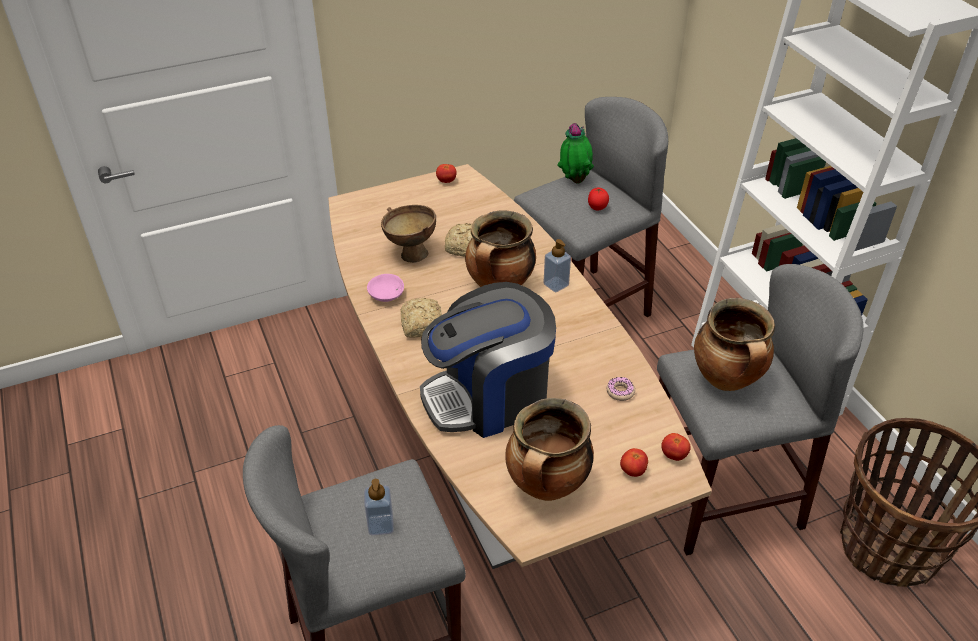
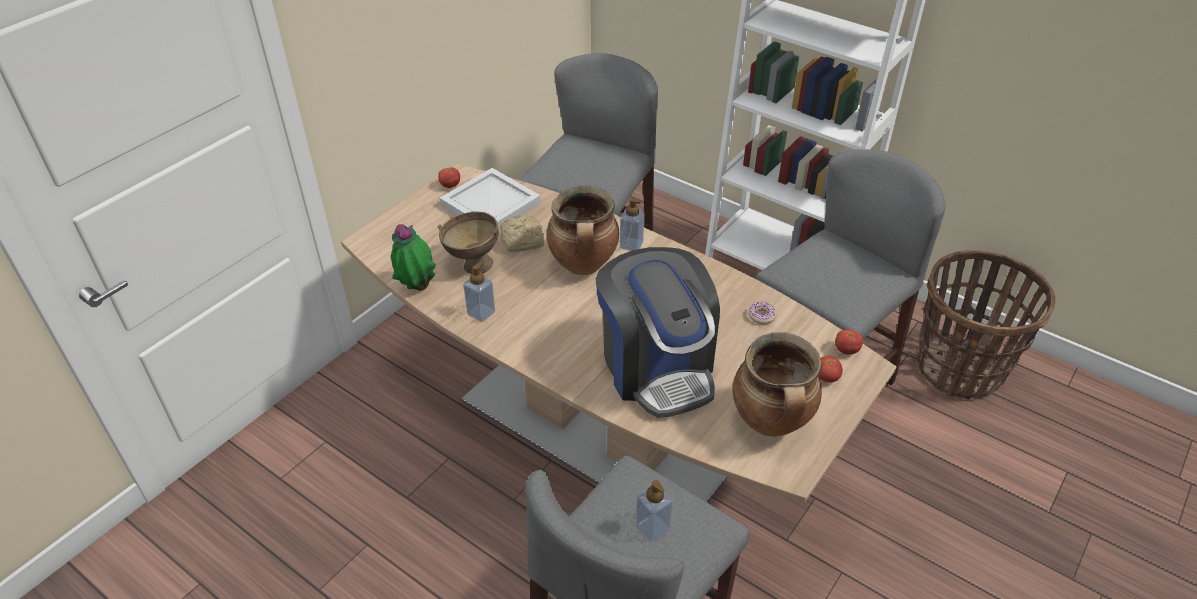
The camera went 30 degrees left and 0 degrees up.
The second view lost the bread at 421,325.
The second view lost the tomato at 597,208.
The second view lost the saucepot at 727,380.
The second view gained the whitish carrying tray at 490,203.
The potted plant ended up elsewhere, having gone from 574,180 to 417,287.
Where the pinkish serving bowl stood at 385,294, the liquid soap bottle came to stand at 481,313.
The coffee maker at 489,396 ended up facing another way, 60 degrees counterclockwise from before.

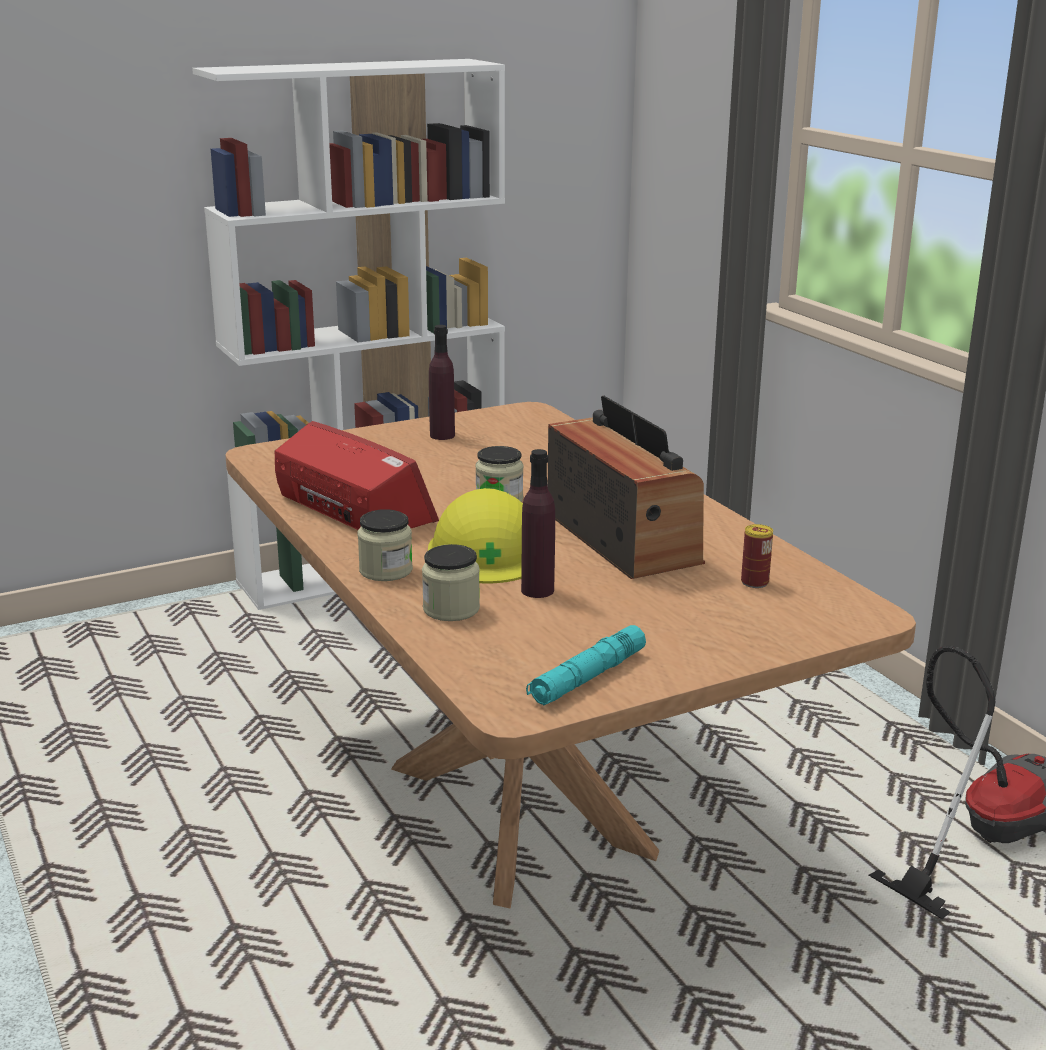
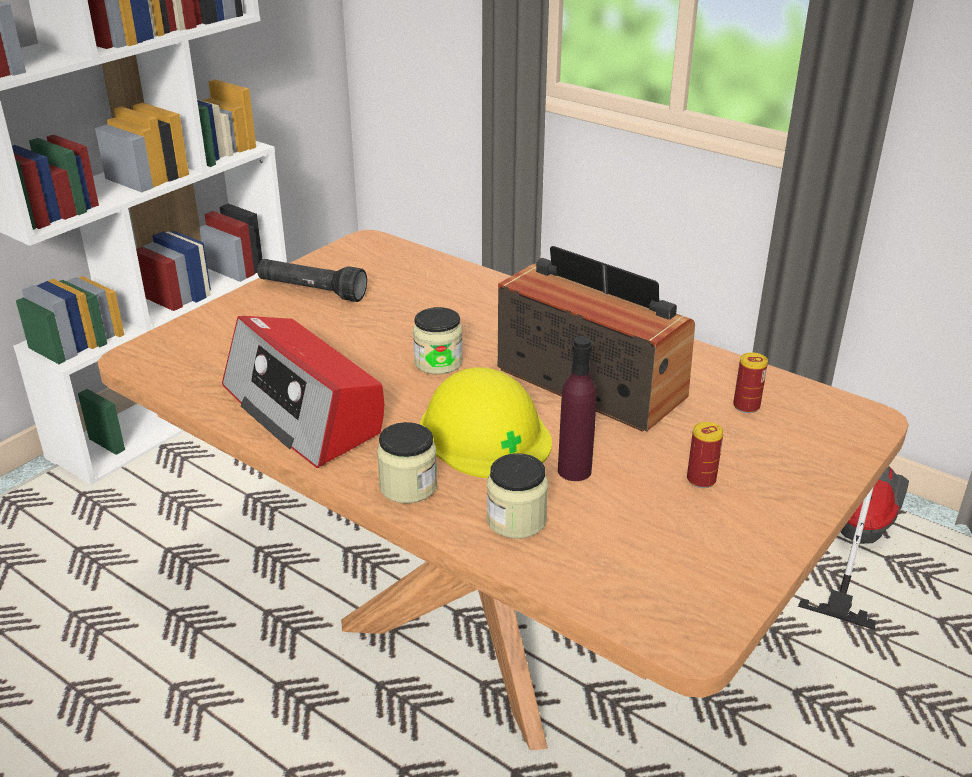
The camera went 25 degrees left and 10 degrees up.
The second view lost the blue-green flashlight at 587,677.
The second view gained the metal can at 701,479.
Where the purplish drink bottle stood at 442,435, the blackish flashlight came to stand at 312,291.
The radio at 353,509 ended up facing another way, 150 degrees counterclockwise from before.

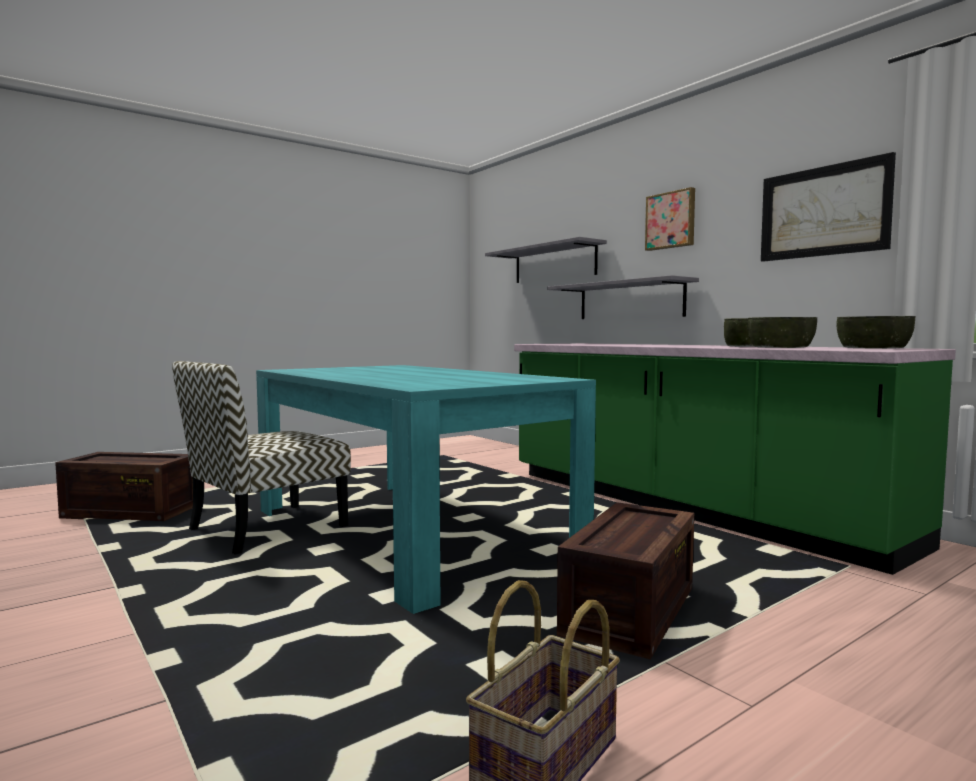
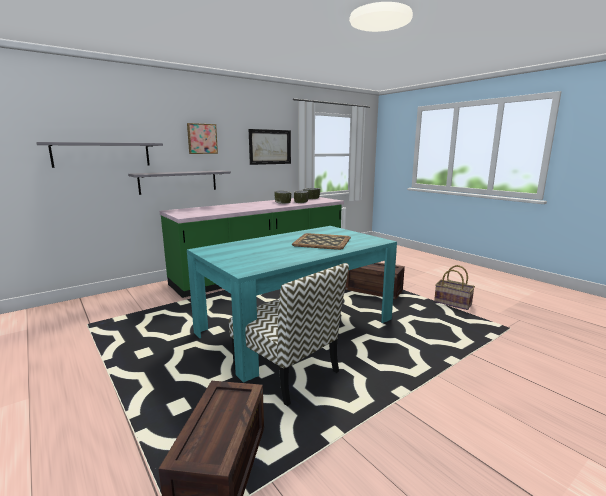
The camera went 90 degrees left and 10 degrees up.
The second view gained the carrying tray at 322,241.

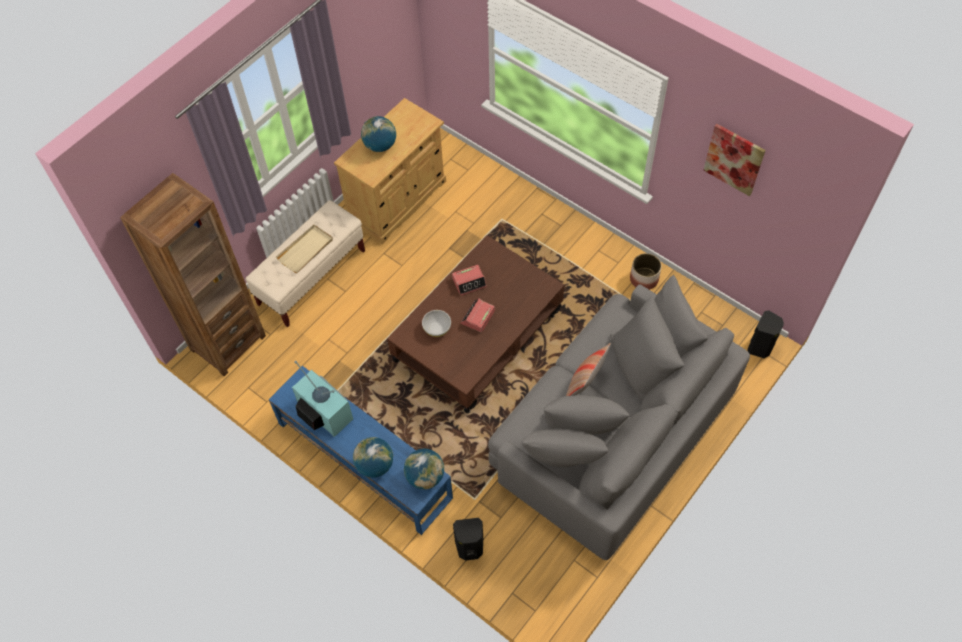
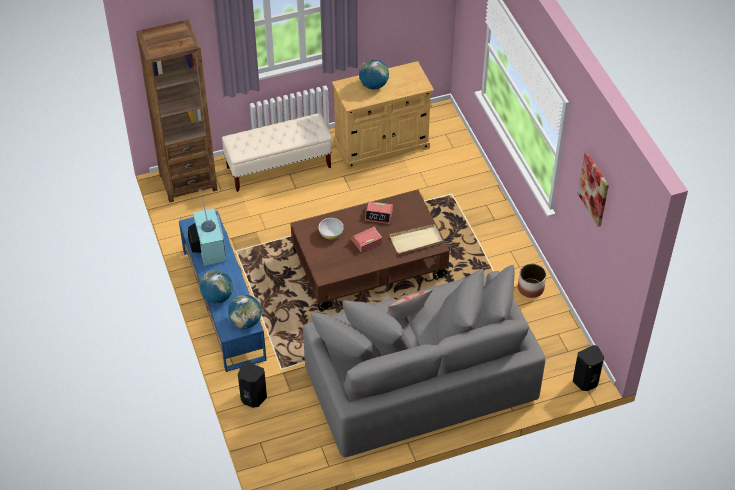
The camera went 30 degrees right and 10 degrees down.
The sand-coloured carrying tray ended up elsewhere, having gone from 305,250 to 416,240.

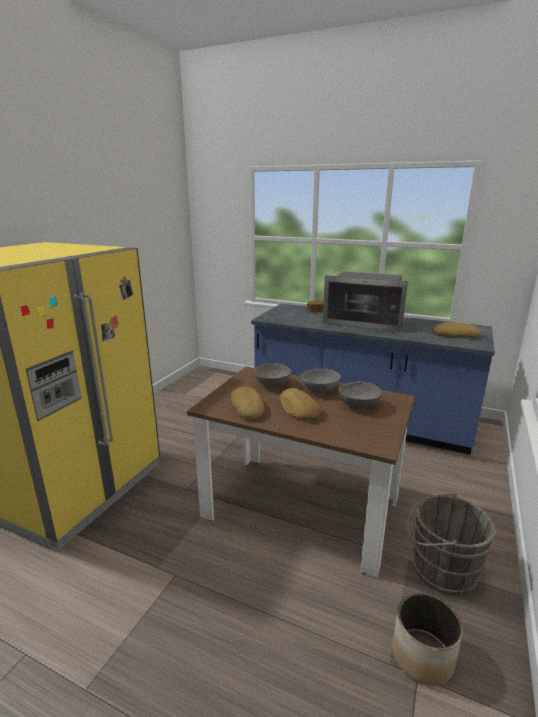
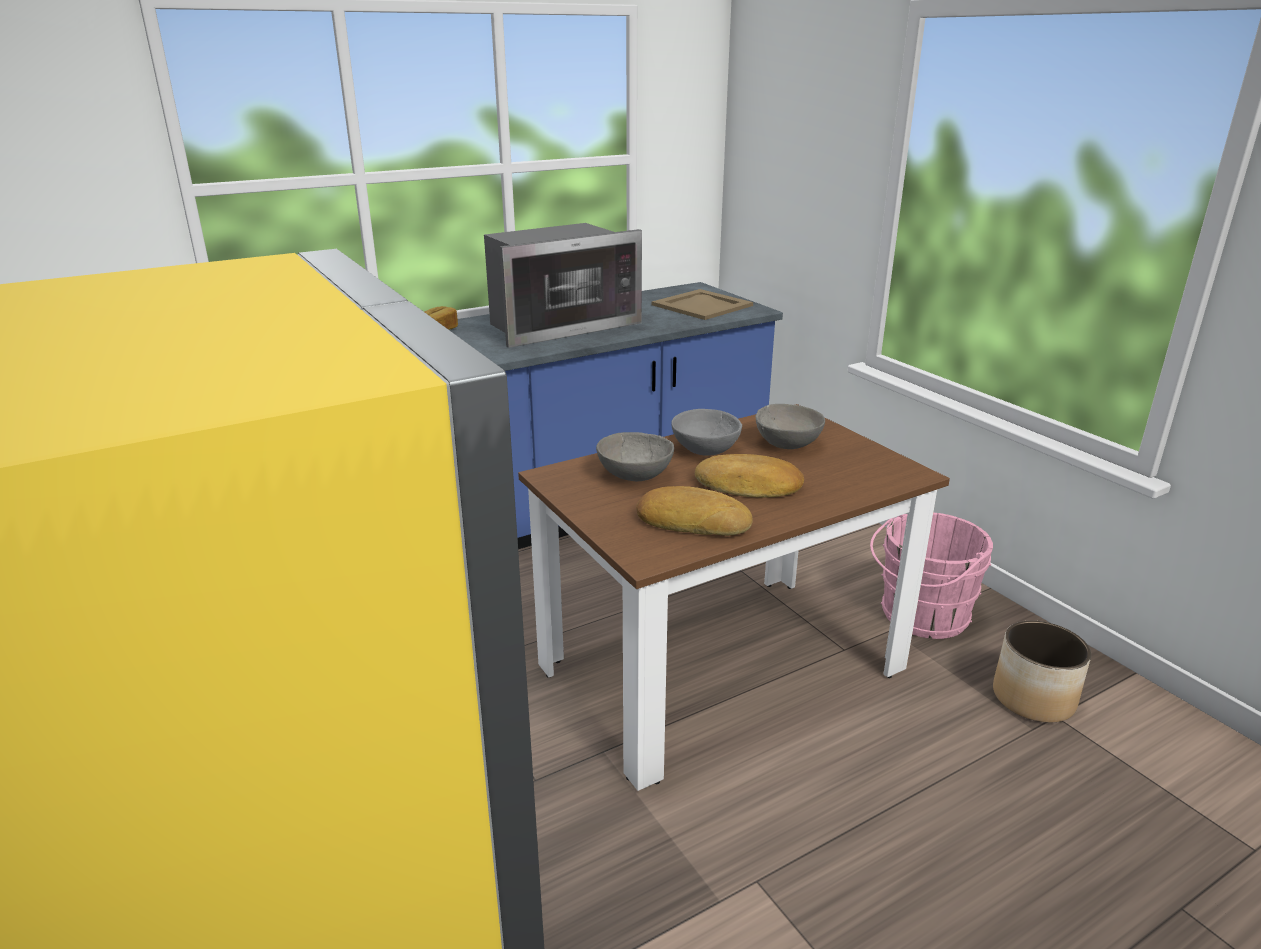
The camera went 55 degrees left and 5 degrees up.
Where the bread stood at 455,335, the sand-coloured carrying tray came to stand at 701,305.
What was the grey water bucket at 439,568 turned into the pinkish water bucket at 920,616.

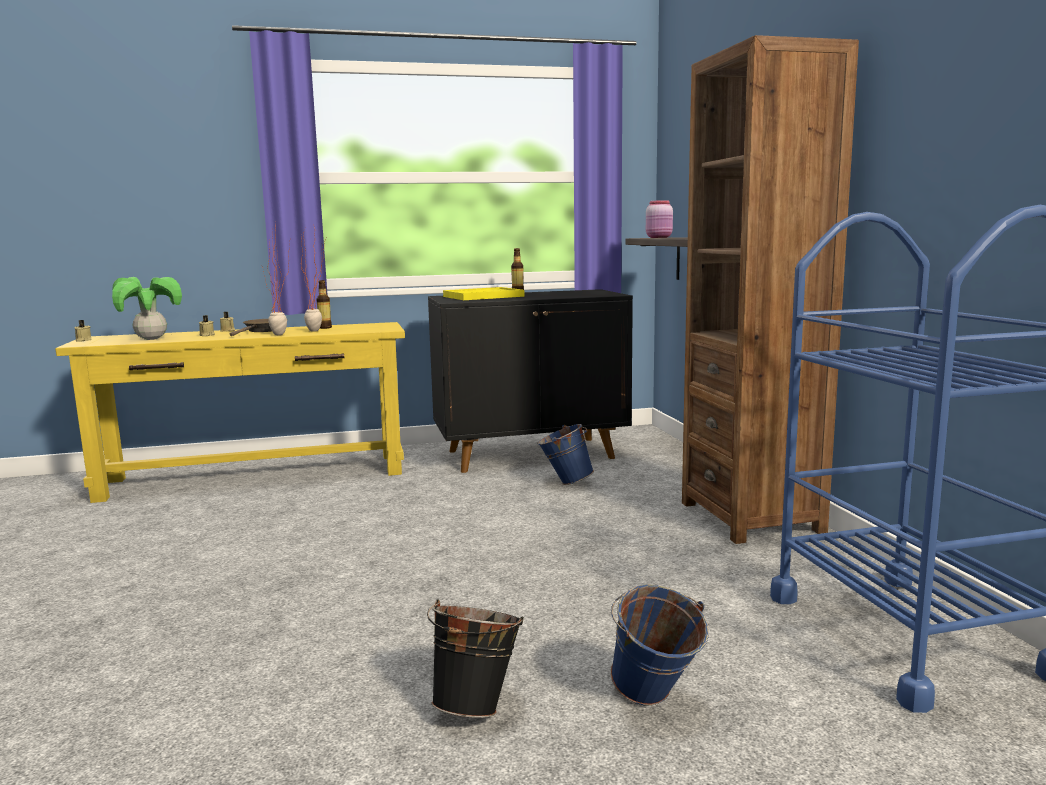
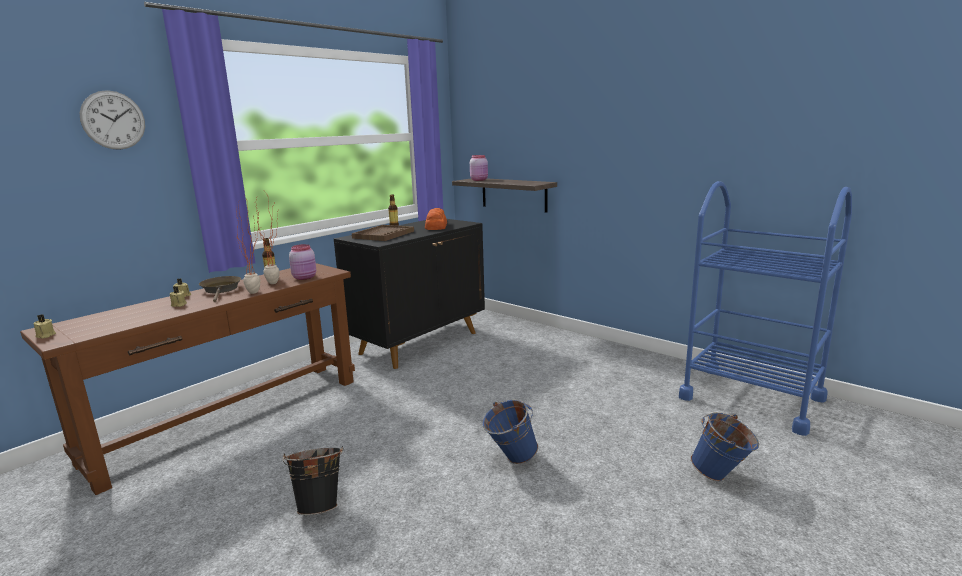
The camera went 35 degrees left and 5 degrees up.
The second view lost the potted plant at 151,339.
The second view lost the brown bookshelf at 751,517.
The second view gained the hanging clock at 113,120.
The second view gained the pinkish storage jar at 305,278.
The second view gained the bread at 436,226.
The blackish water bucket ended up elsewhere, having gone from 477,705 to 320,505.
The blue water bucket ended up elsewhere, having gone from 565,482 to 510,459.
What was the yellowish console table at 256,477 turned into the brown console table at 231,418.
What was the yellowish carrying tray at 483,296 turned into the brown carrying tray at 383,234.

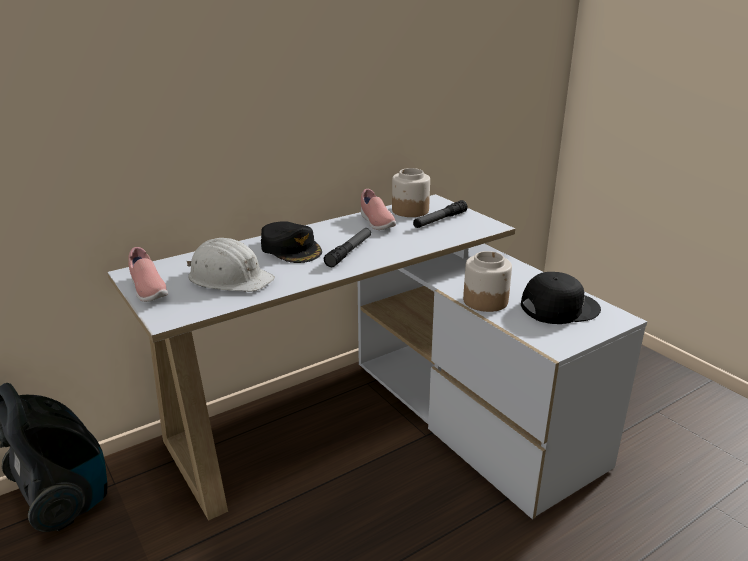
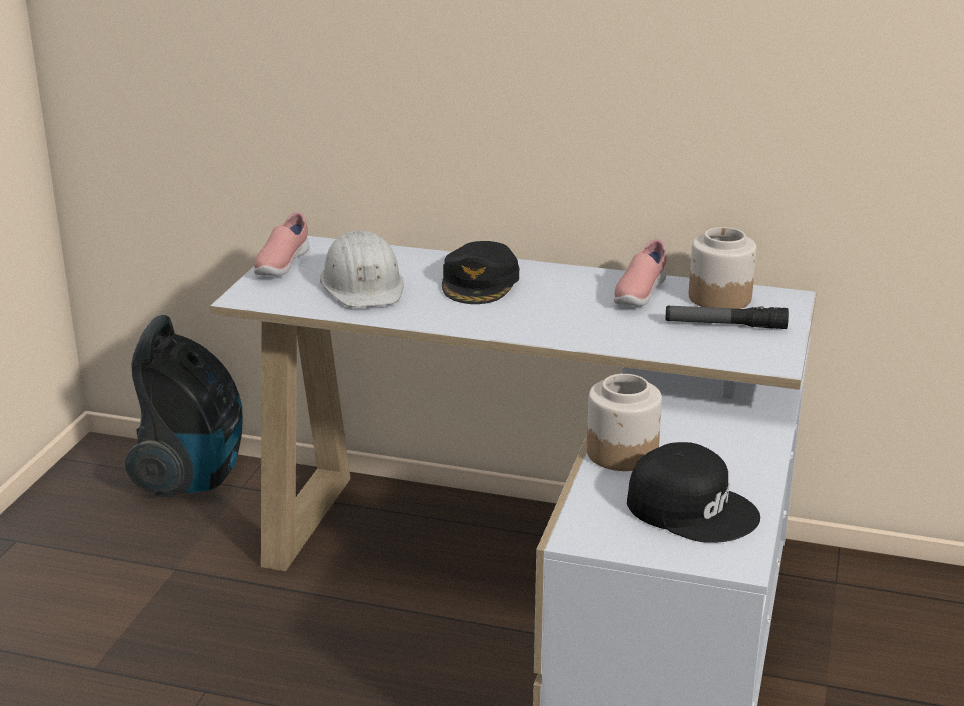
The camera went 50 degrees right and 0 degrees up.
The second view lost the flashlight at 349,252.

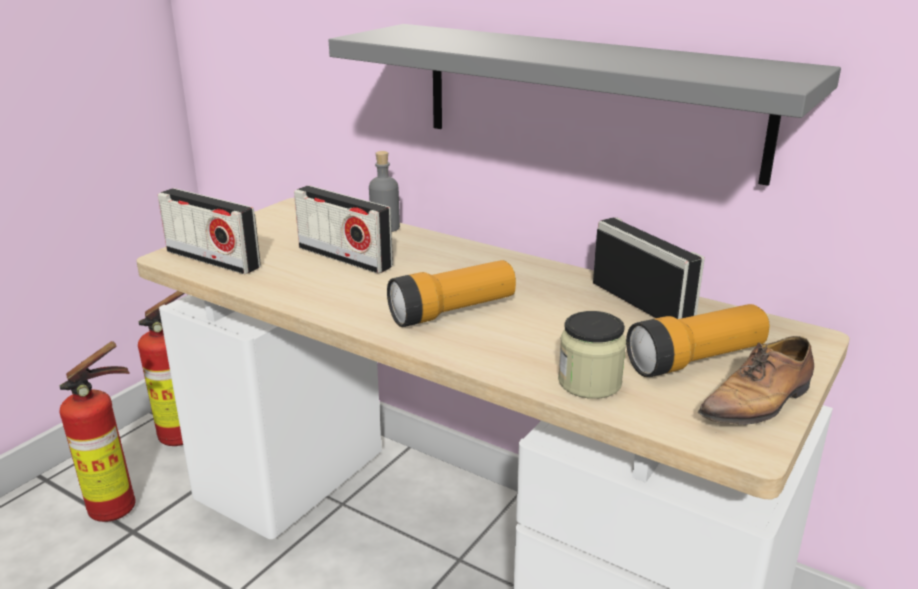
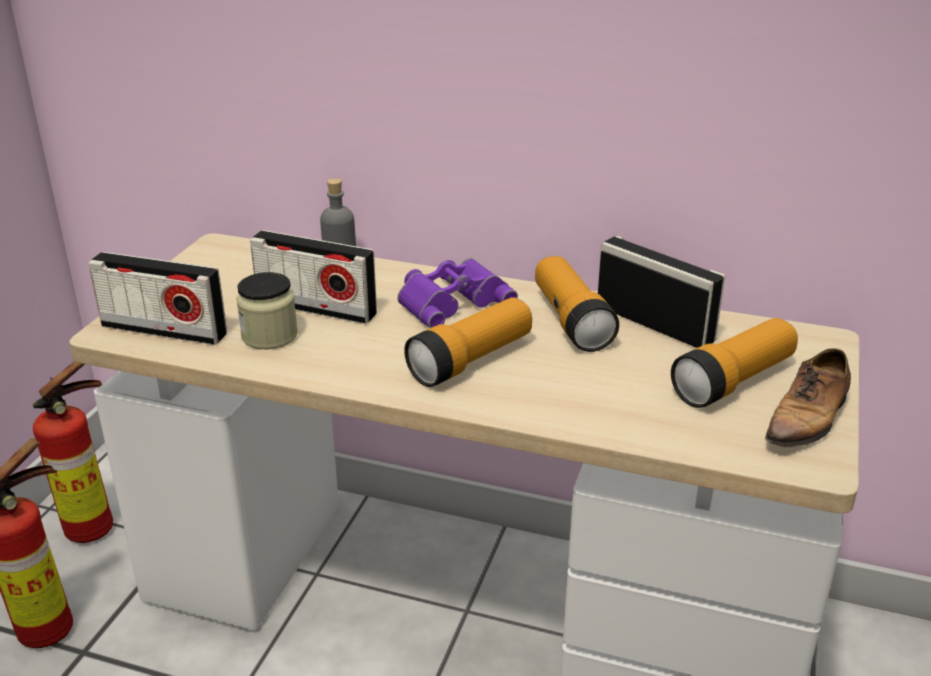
The camera went 15 degrees left and 5 degrees up.
The second view lost the grey bracket shelf at 588,99.
The second view gained the purplish pair of binoculars at 451,300.
The second view gained the flashlight at 571,321.
The storage jar ended up elsewhere, having gone from 589,382 to 269,336.

